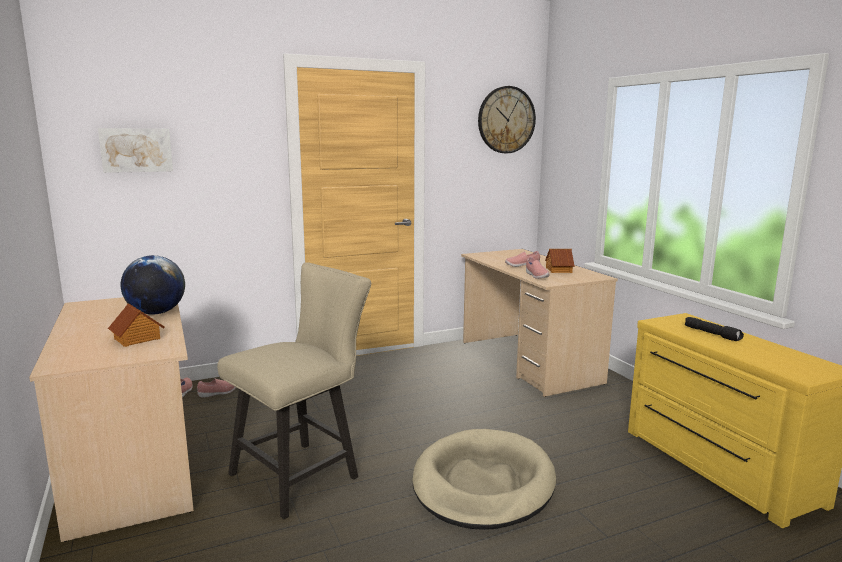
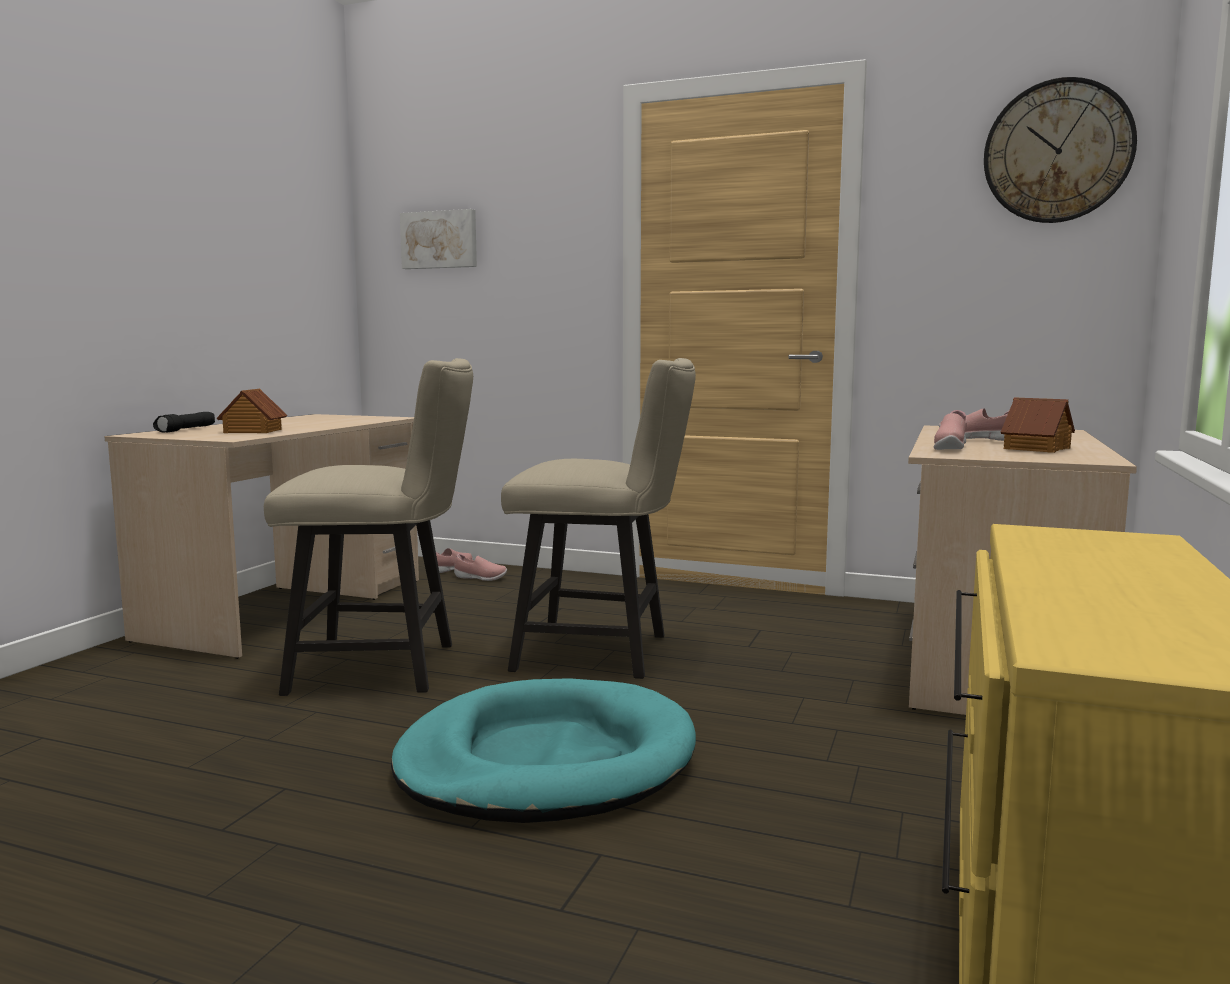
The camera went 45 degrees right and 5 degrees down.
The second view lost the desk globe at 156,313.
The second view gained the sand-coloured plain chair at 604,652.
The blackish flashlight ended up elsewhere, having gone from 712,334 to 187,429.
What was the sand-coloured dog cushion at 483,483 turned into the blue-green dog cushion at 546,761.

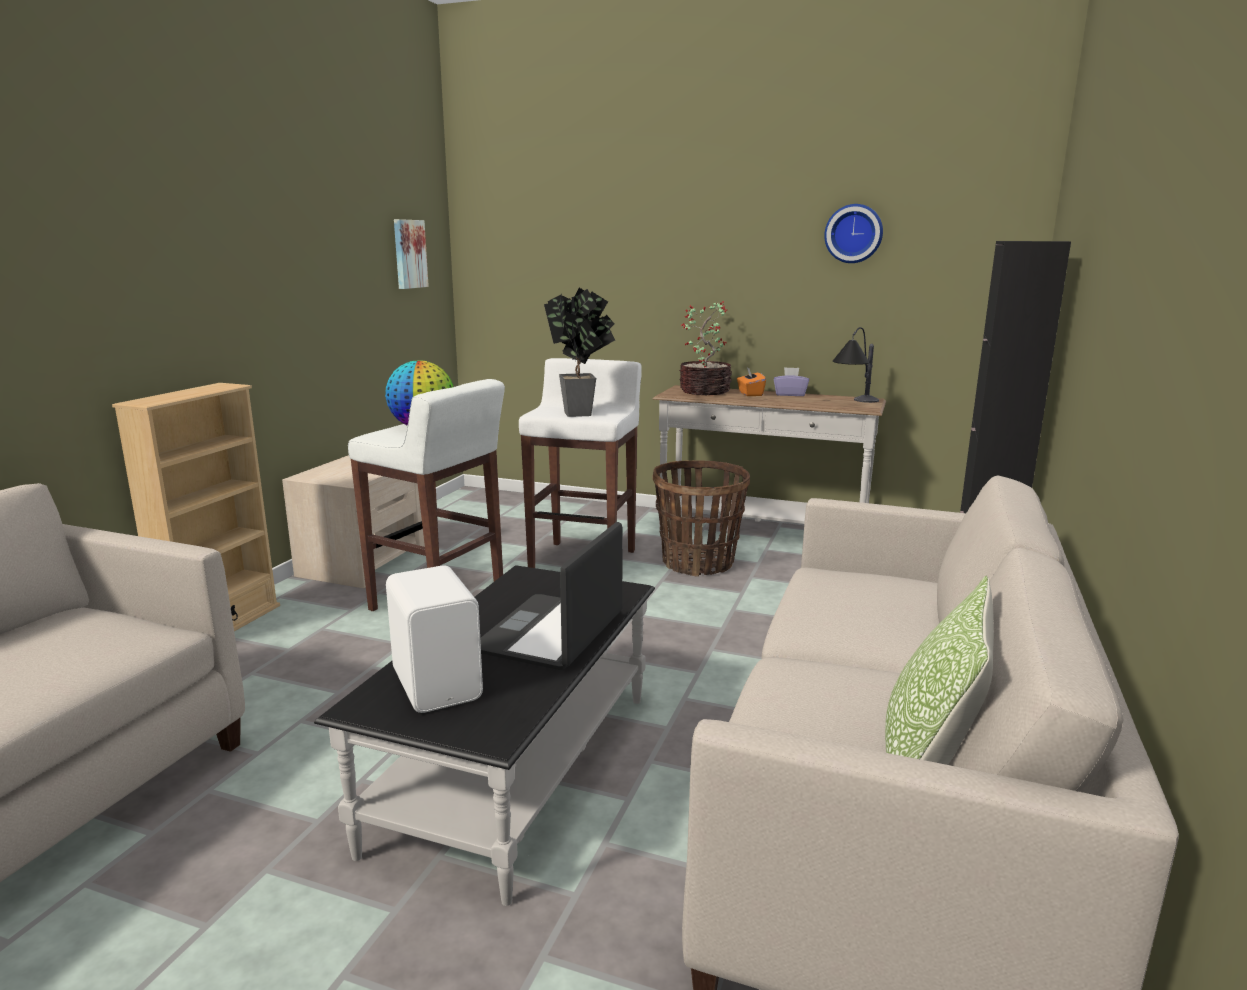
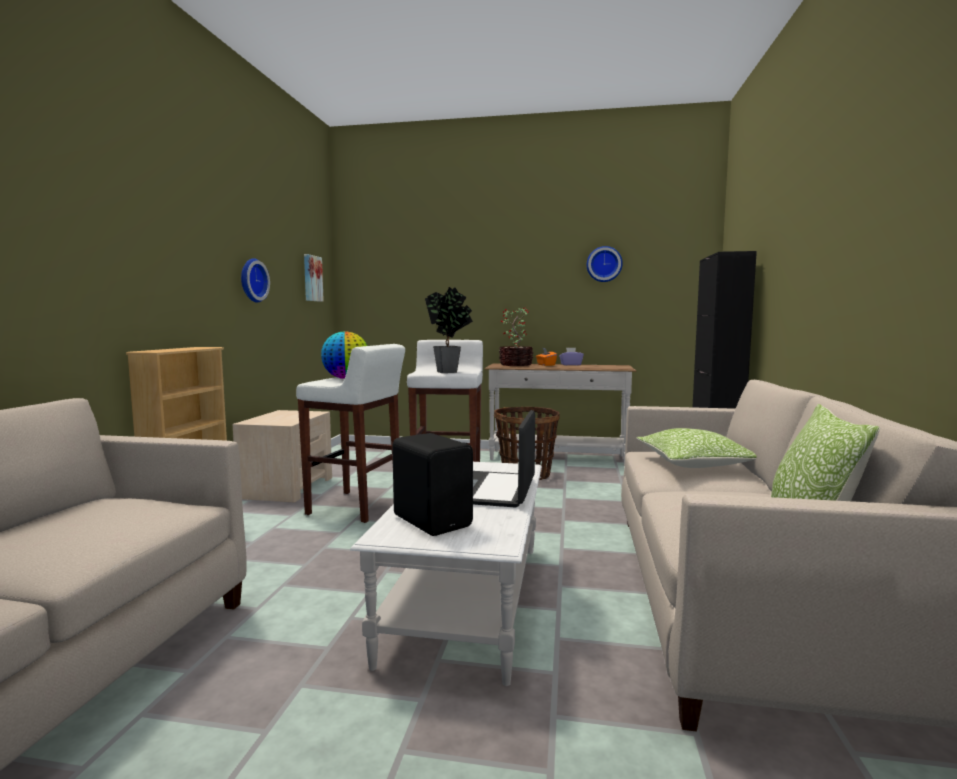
The camera went 10 degrees left and 10 degrees down.
The second view lost the table lamp at 854,403.
The second view gained the hanging clock at 251,280.
The second view gained the cushion at 694,463.
What was the blackish low table at 517,768 turned into the whitish low table at 467,599.
What was the whitish loudspeaker at 439,684 turned into the blackish loudspeaker at 433,520.

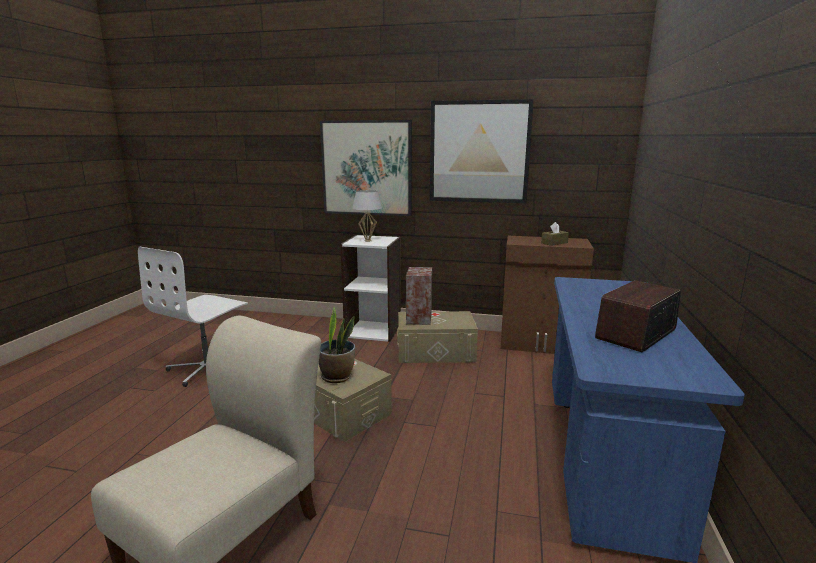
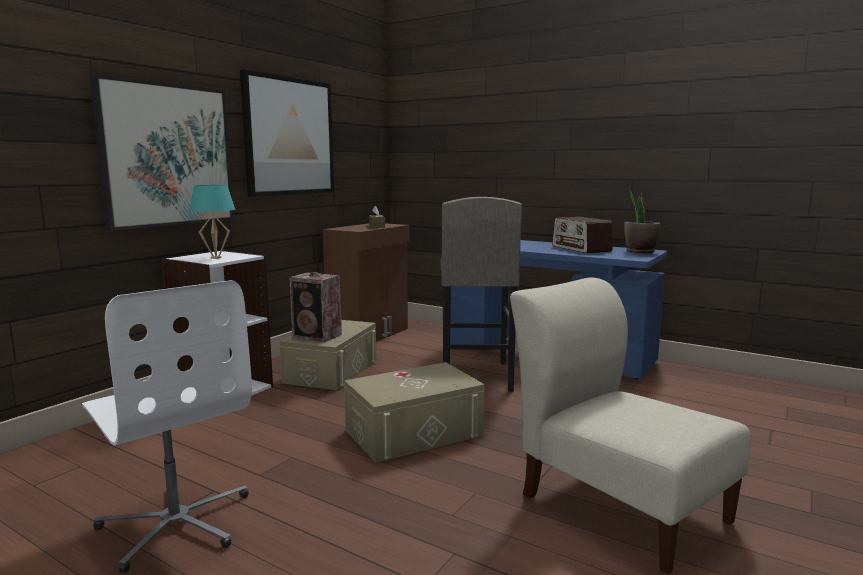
The camera went 70 degrees left and 5 degrees down.
The second view gained the grey stool seat at 475,376.
The potted plant ended up elsewhere, having gone from 337,376 to 639,252.
What was the whitish table lamp at 368,240 turned into the blue-green table lamp at 216,257.

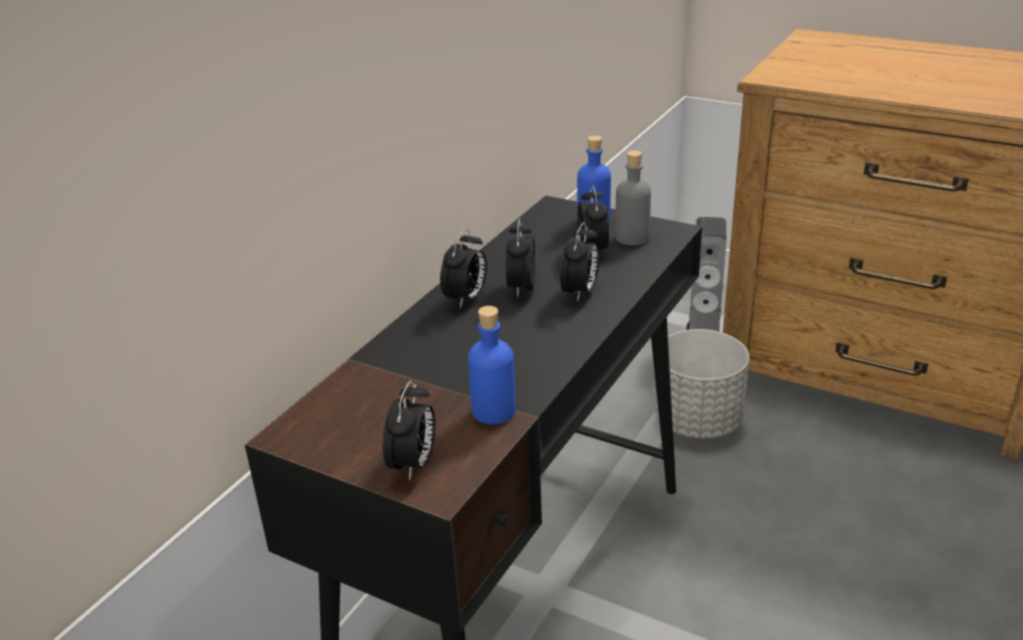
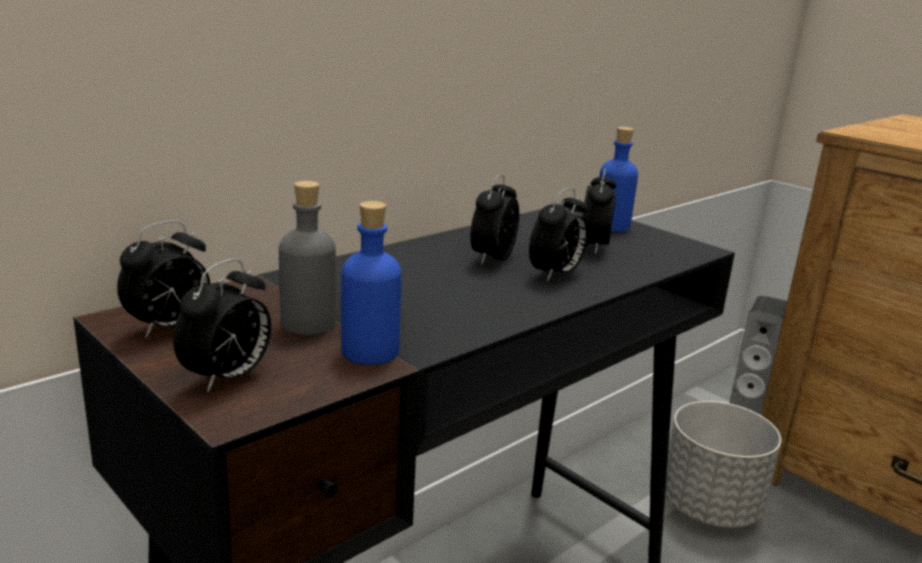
The camera went 15 degrees right and 10 degrees down.
The bedside clock ended up elsewhere, having gone from 466,299 to 169,328.
The grey drink bottle ended up elsewhere, having gone from 632,237 to 308,323.

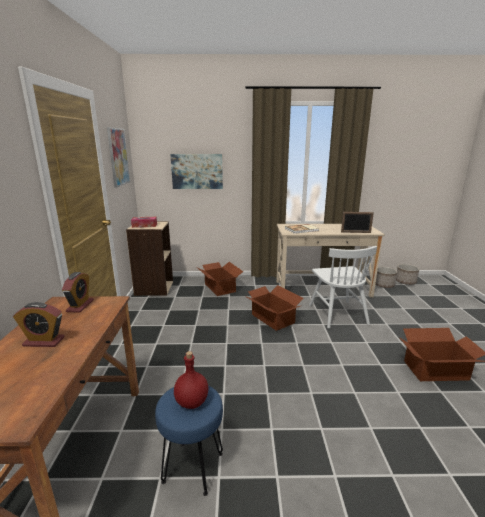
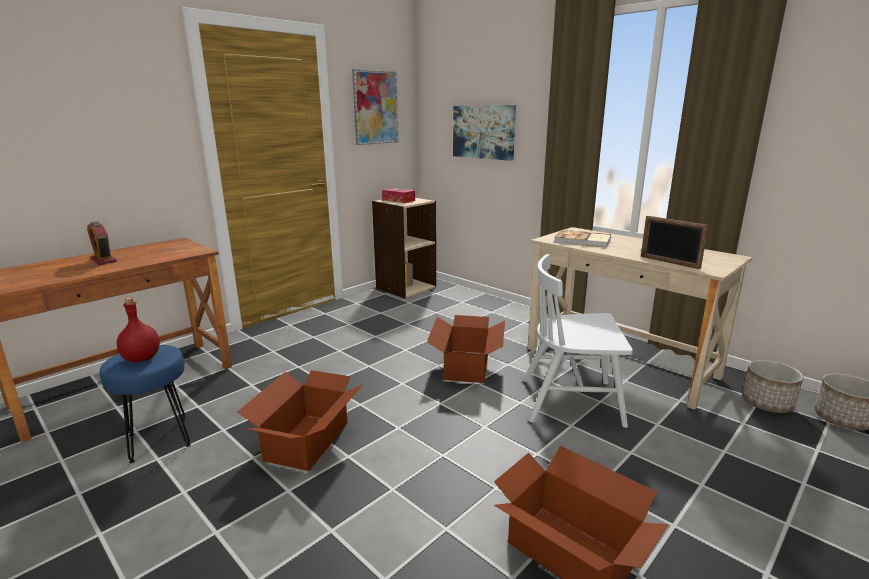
The camera went 45 degrees right and 0 degrees up.
The second view lost the bedside clock at 80,306.
The carton ended up elsewhere, having gone from 220,287 to 308,441.
The whitish plain chair at 337,314 ended up facing another way, 60 degrees clockwise from before.

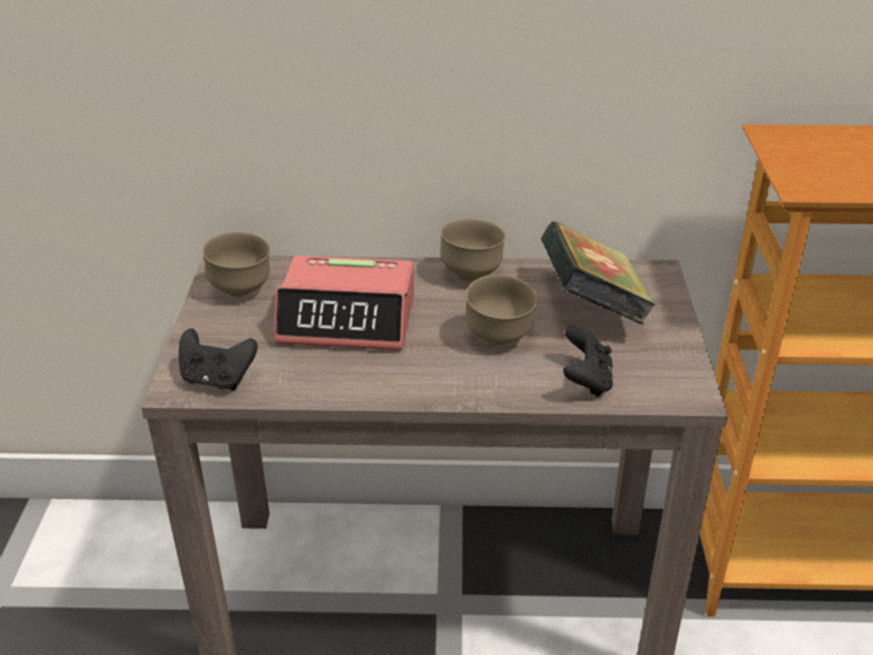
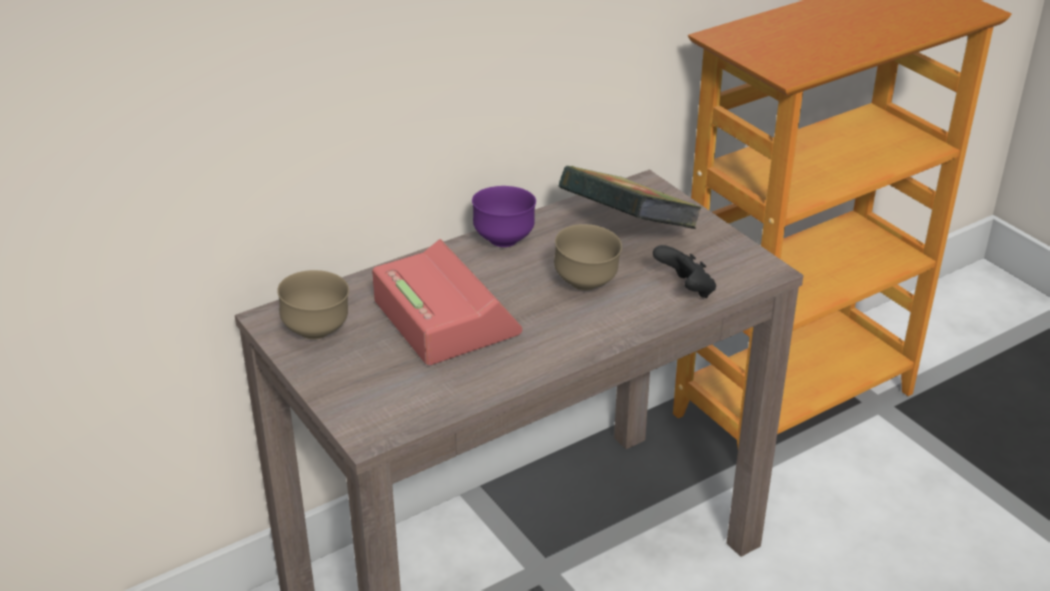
The camera went 35 degrees left and 0 degrees up.
The second view lost the blackish gamepad at 217,379.
What was the brown serving bowl at 472,274 turned into the purplish serving bowl at 504,240.
The bedside clock at 348,319 ended up facing another way, 90 degrees counterclockwise from before.

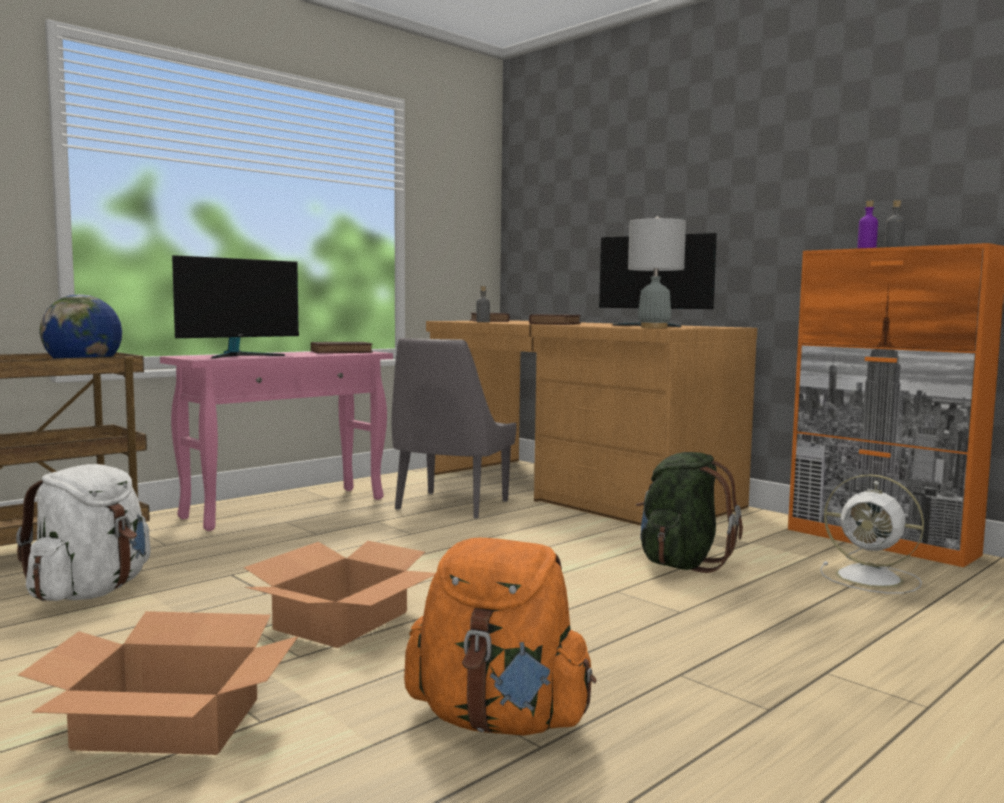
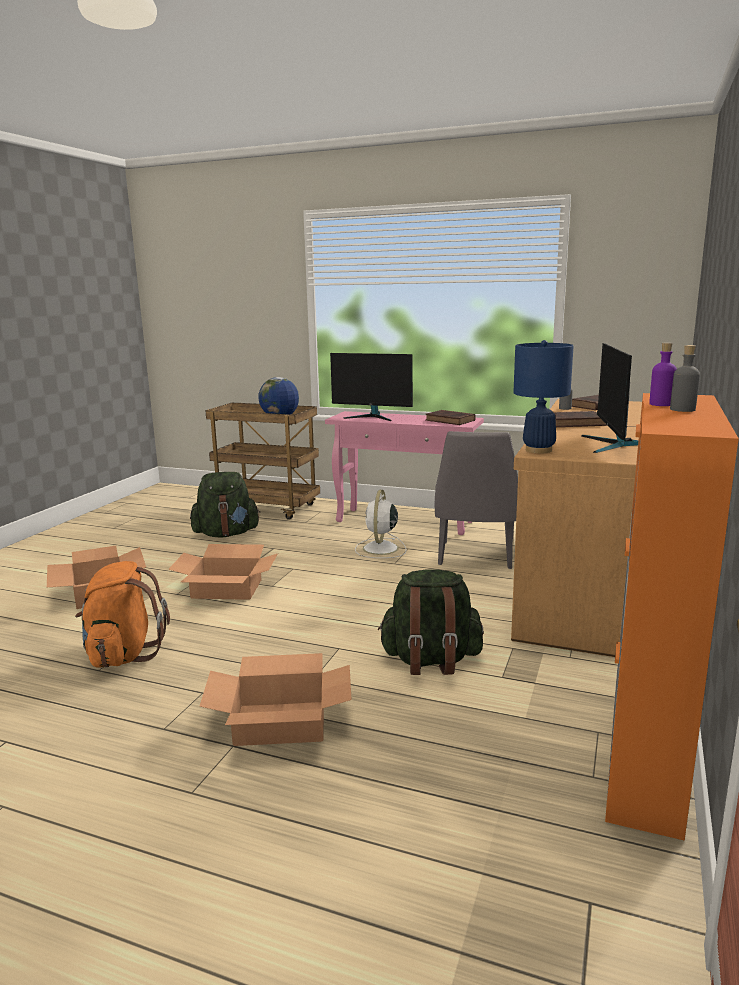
The camera went 65 degrees right and 10 degrees up.
The second view gained the carton at 280,722.
The whitish electric fan ended up elsewhere, having gone from 872,578 to 380,549.
What was the whitish rucksack at 90,592 turned into the green-coloured rucksack at 226,534.
What was the grey table lamp at 654,327 turned into the blue table lamp at 538,450.
The grey plain chair at 450,506 ended up facing another way, 75 degrees counterclockwise from before.

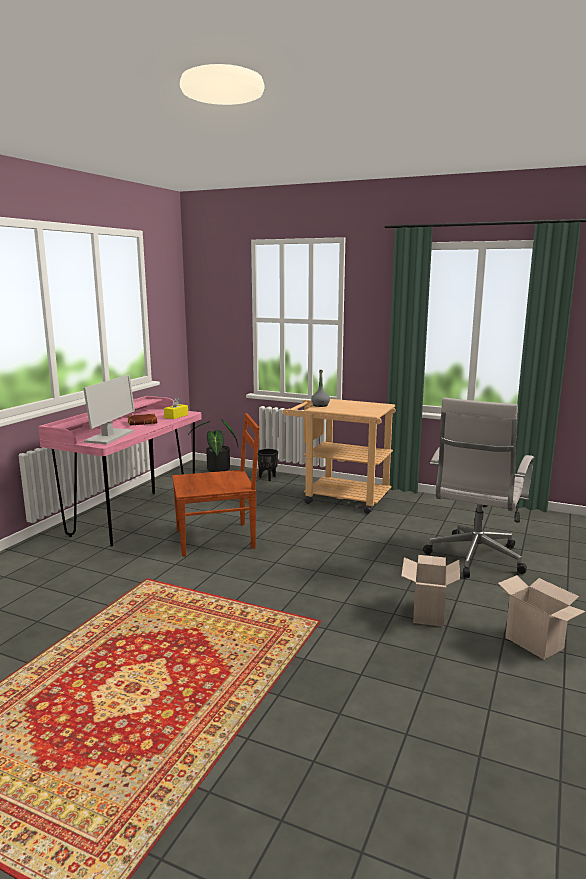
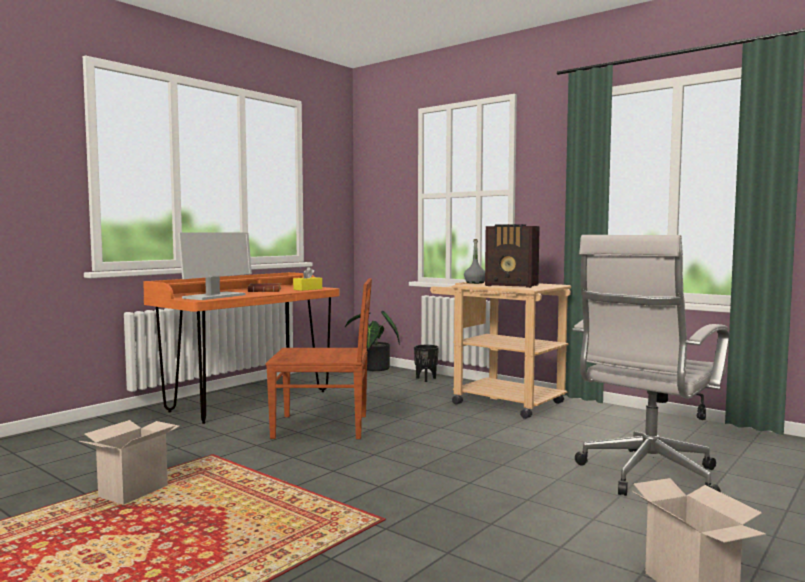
The camera went 15 degrees right and 10 degrees down.
The second view gained the radio at 512,285.
The carton ended up elsewhere, having gone from 427,613 to 134,491.
What was the pinkish desk table at 134,517 turned into the orangey desk table at 250,401.

